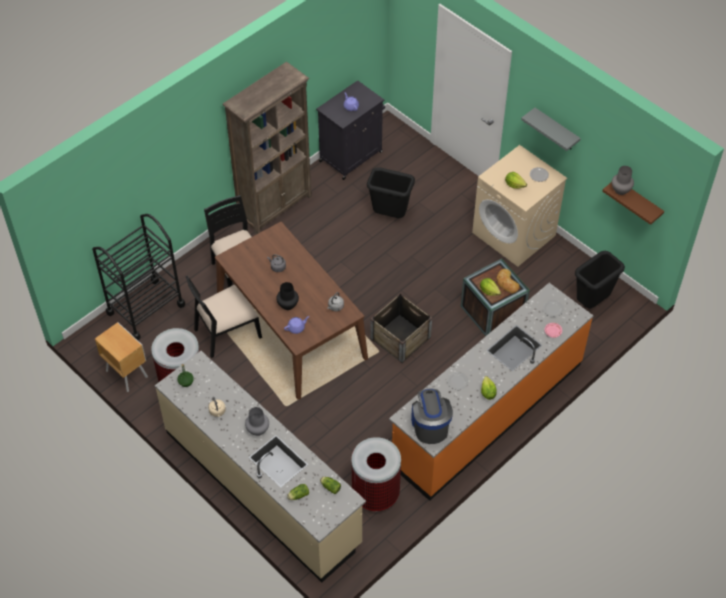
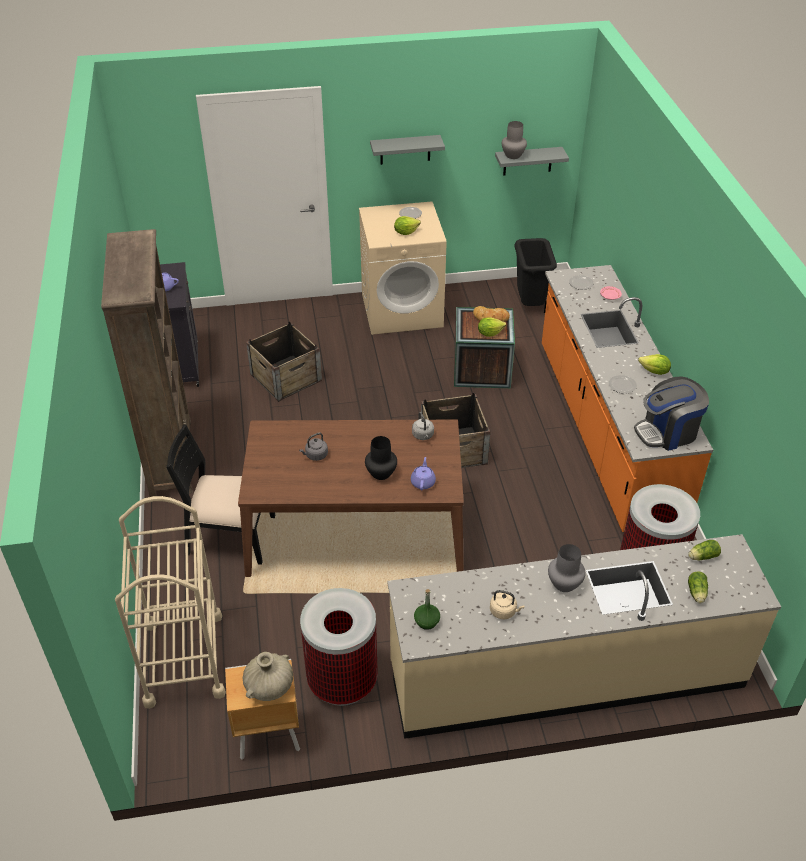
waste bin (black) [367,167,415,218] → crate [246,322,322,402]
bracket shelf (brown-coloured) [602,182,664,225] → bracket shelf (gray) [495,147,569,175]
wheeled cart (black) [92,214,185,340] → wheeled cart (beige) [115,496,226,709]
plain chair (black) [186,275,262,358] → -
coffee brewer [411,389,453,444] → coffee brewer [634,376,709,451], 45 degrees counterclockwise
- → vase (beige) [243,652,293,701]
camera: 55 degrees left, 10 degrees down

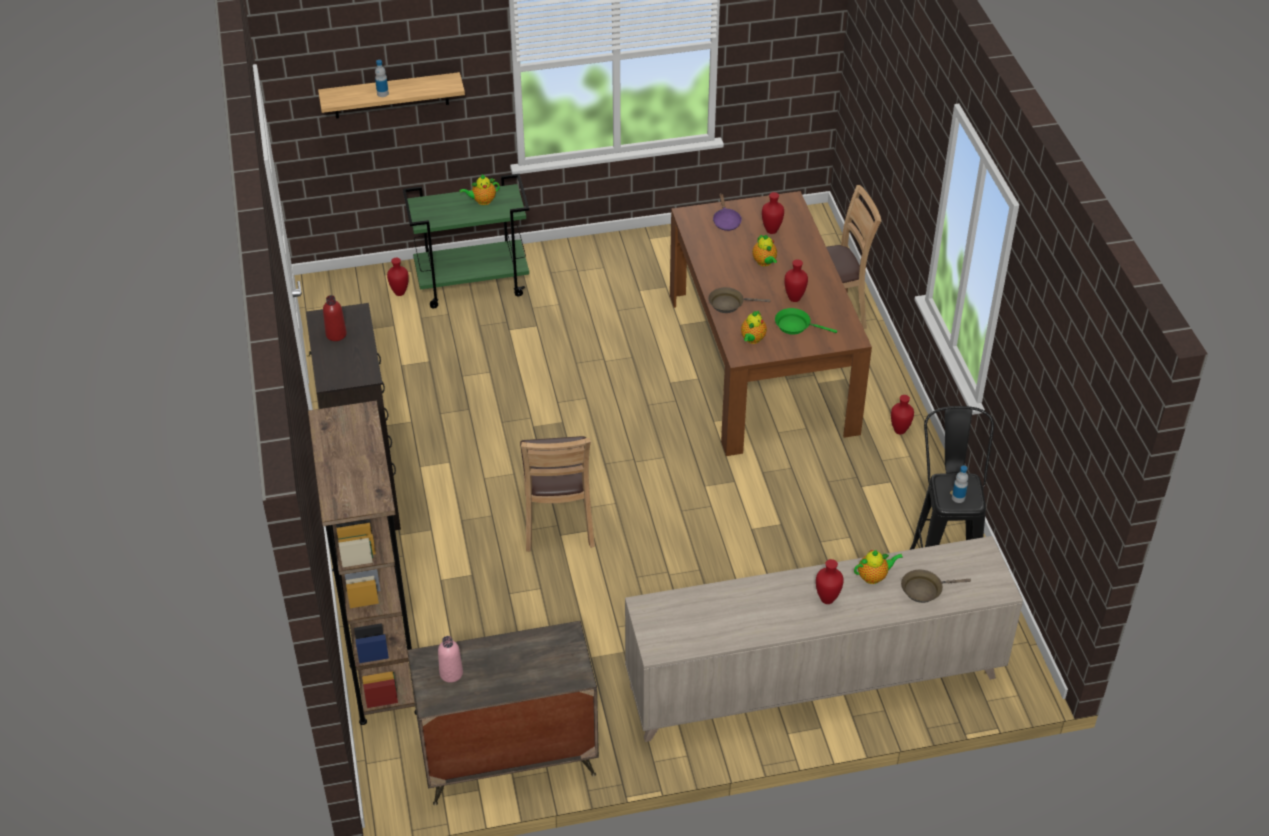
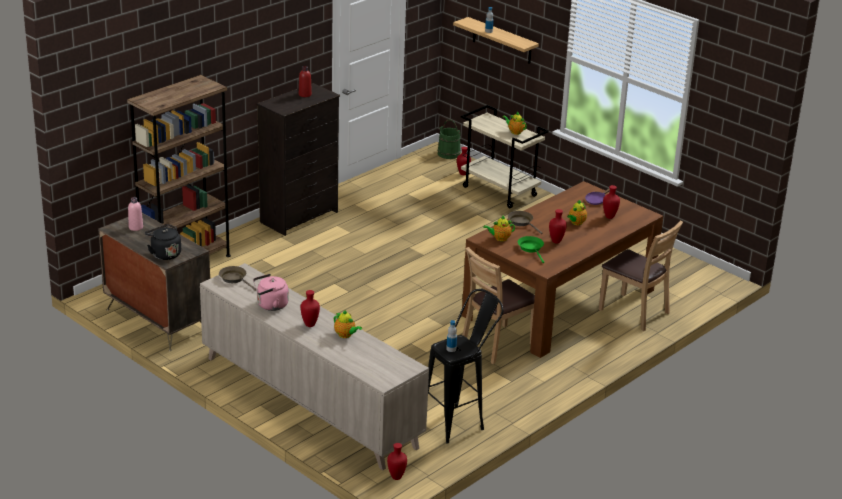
wheeled cart (green-coloured) [403,174,529,308] → wheeled cart (beige) [461,105,549,208]
vase (reddish) [891,395,914,434] → vase (reddish) [387,443,407,480], relocated
plain chair (brown-coloured) [520,436,595,552] → plain chair (brown-coloured) [462,247,535,364], relocated
skillet (brown-coloured) [901,569,971,603] → skillet (brown-coloured) [219,266,256,291], relocated
- → pail (green-coloured) [438,119,461,159]
- → tea kettle (black) [145,224,181,260]
- → tea kettle (pinkish) [253,274,289,311]
camera: 55 degrees right, 15 degrees down

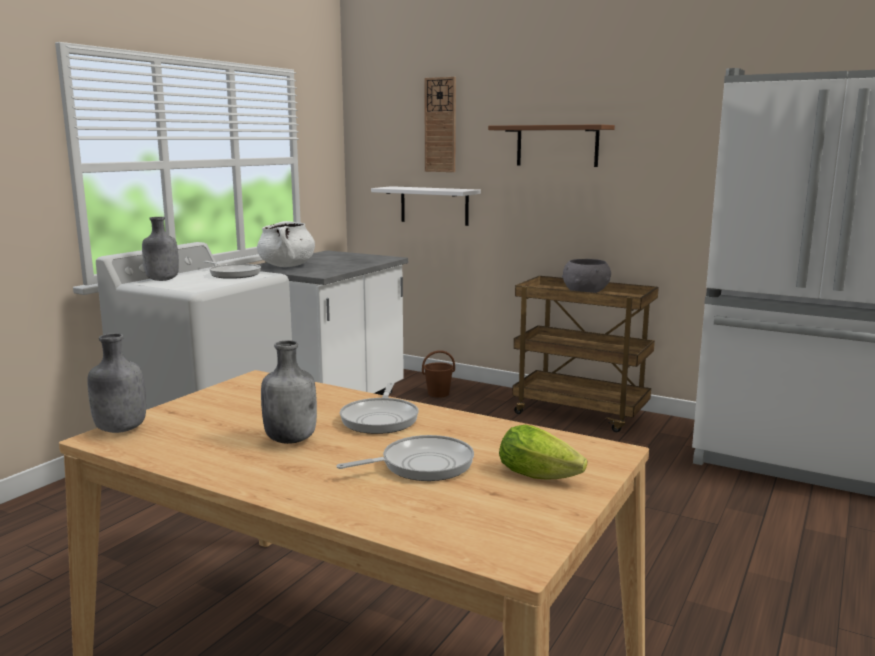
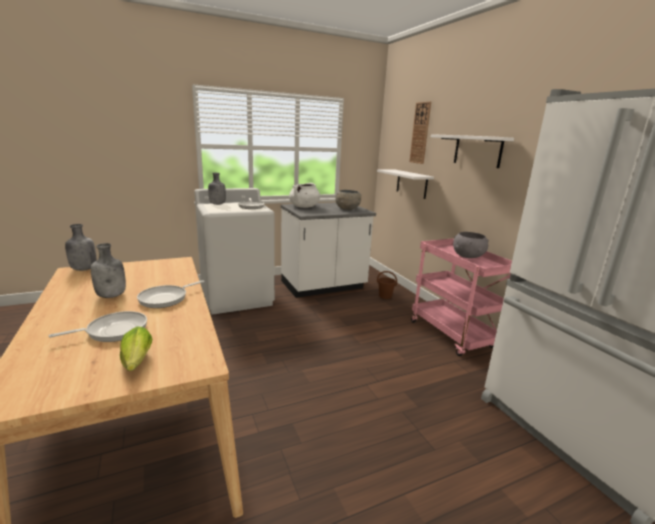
bracket shelf (brown-coloured) [488,124,615,167] → bracket shelf (whitish) [431,134,514,168]
wheeled cart (brown-coloured) [512,276,659,432] → wheeled cart (pinkish) [411,238,512,356]
skillet [336,435,474,481] → skillet [49,311,147,342], 45 degrees counterclockwise
- → deep dish (gray) [335,190,361,210]
camera: 35 degrees right, 5 degrees up

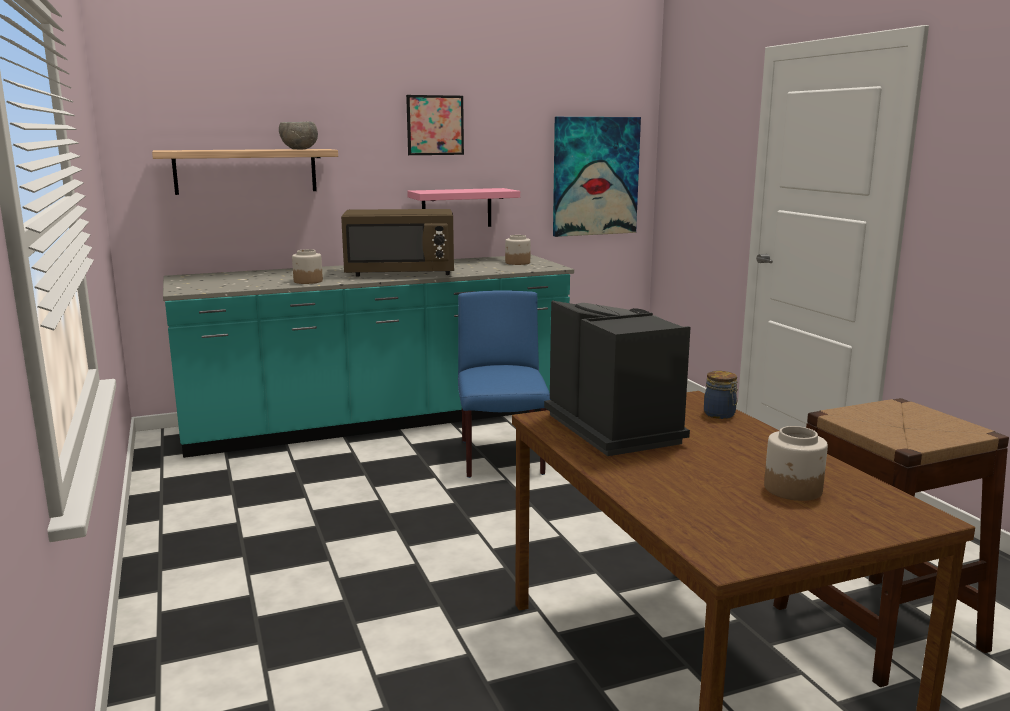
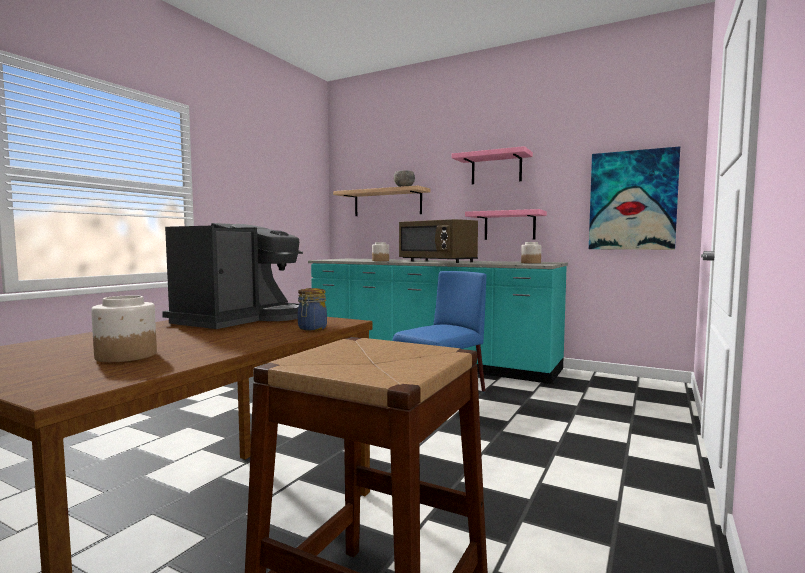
wall art [406,95,464,155] → bracket shelf (pinkish) [452,146,533,184]
camera: 50 degrees right, 10 degrees down

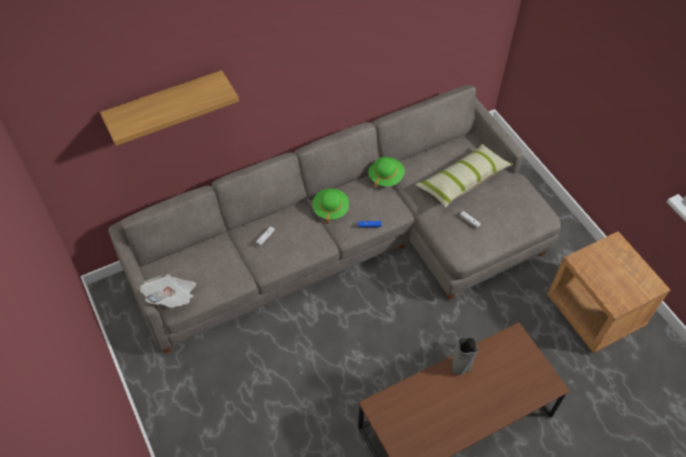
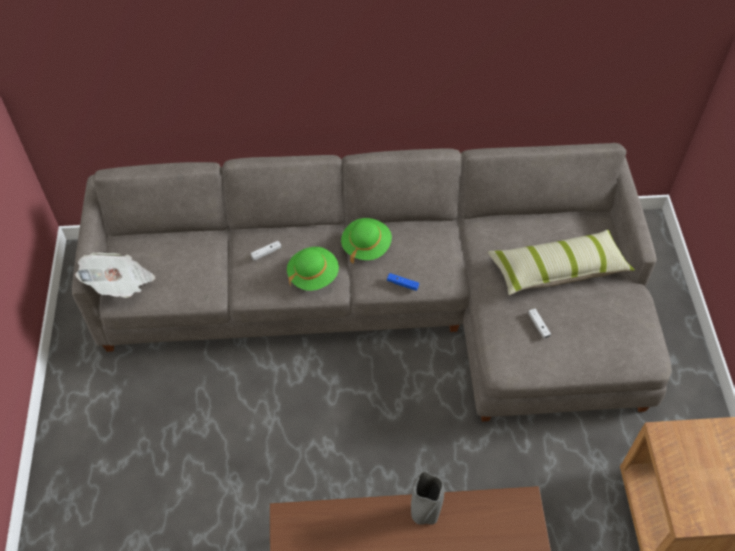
bracket shelf [100,70,239,146] → -
clothing hat (green-coloured) [368,157,405,189] → clothing hat (green-coloured) [287,247,339,291], relocated
camera: 25 degrees right, 0 degrees up

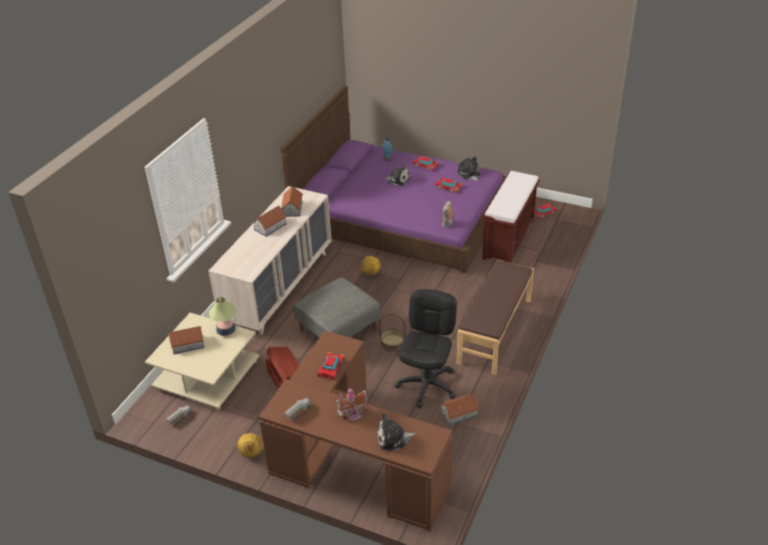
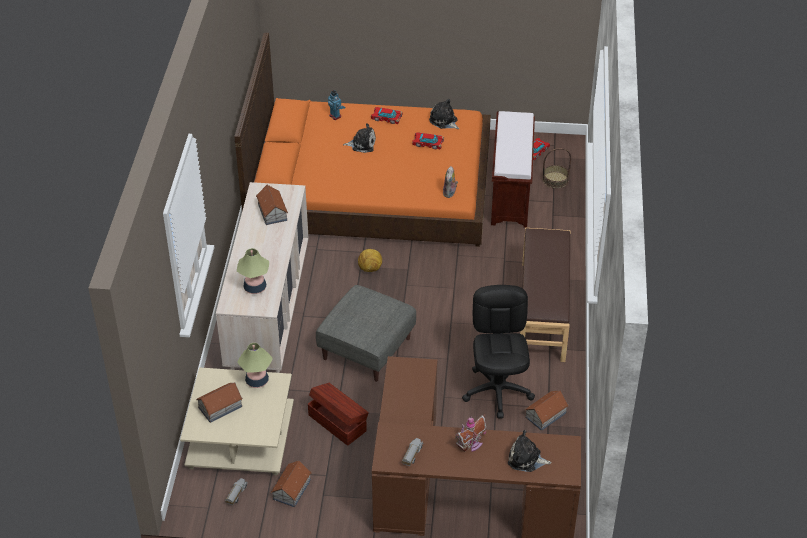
sleeping bed (purplish) [281,86,506,273] → sleeping bed (orange-coloured) [234,33,491,247]
toy house [252,206,287,237] → toy house [271,460,312,507], relocated
storage basket [379,314,406,352] → storage basket [542,148,571,189], relocated
model car [317,352,345,380] → -
plush toy [377,413,416,451] → plush toy [508,430,552,472], 45 degrees clockwise
football ball [237,433,263,458] → -
- → tabletop lamp [237,248,269,294]
camera: 20 degrees left, 5 degrees up

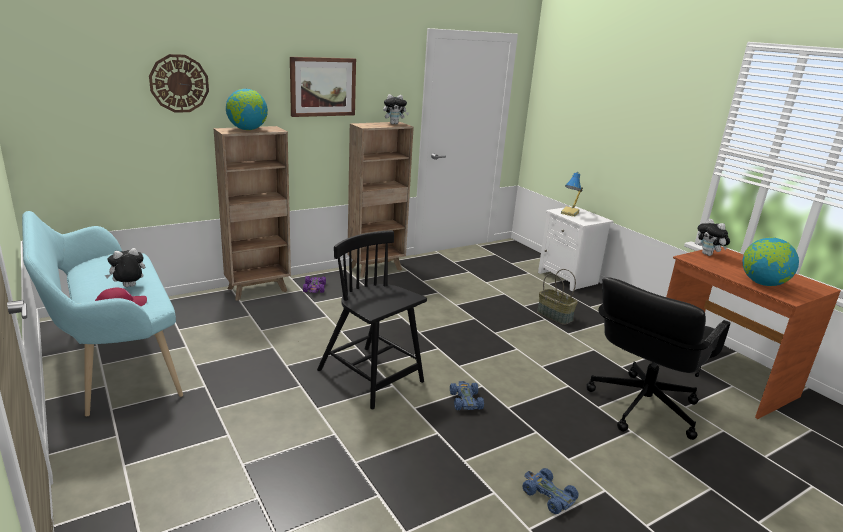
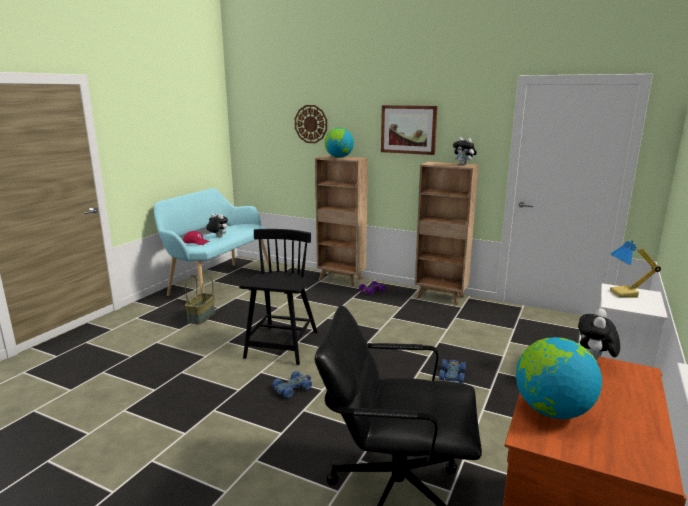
storage basket [537,269,578,325] → storage basket [185,275,215,324], relocated
model car (blue) [523,468,579,514] → model car (blue) [439,359,466,383], relocated
camera: 60 degrees right, 5 degrees down

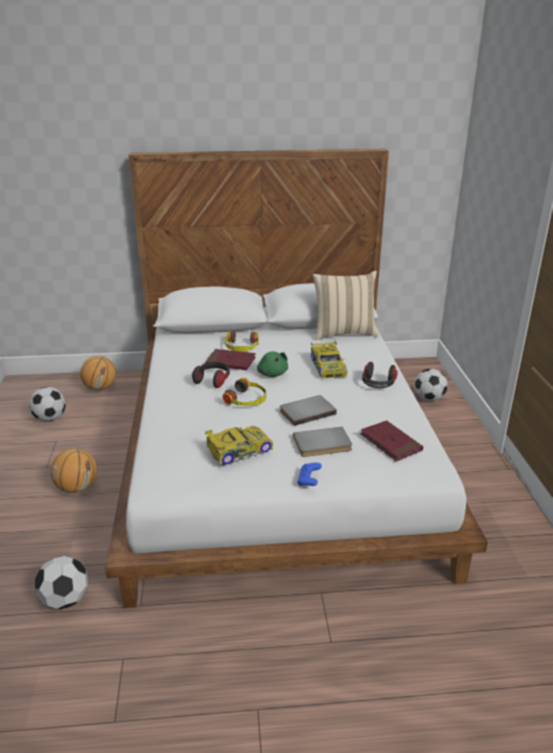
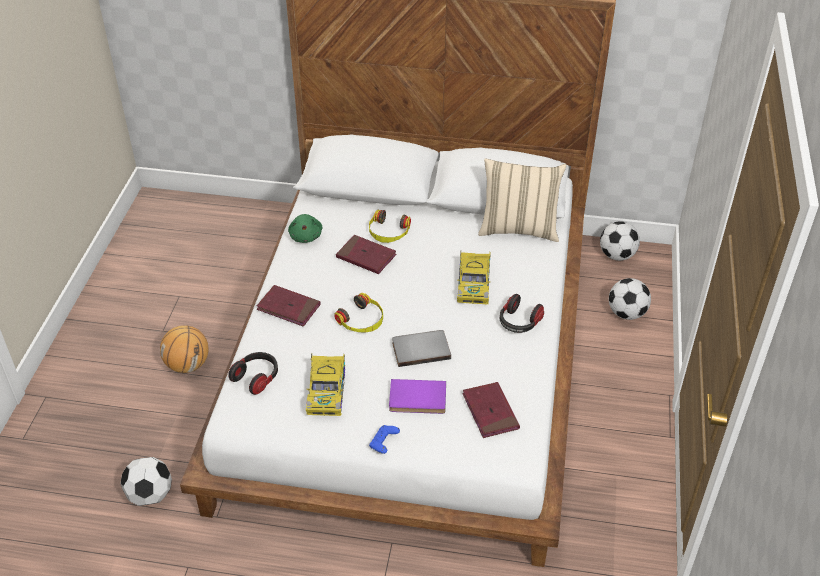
plush toy (green-coloured) [257,351,288,377] → plush toy (green-coloured) [288,214,323,243], relocated
basketball ball [80,356,116,390] → -
pair of headphones [192,362,230,388] → pair of headphones [228,352,278,395], relocated
football ball [29,387,66,421] → football ball [600,221,640,261], relocated
model car [205,426,273,466] → model car [306,354,345,416], 105 degrees clockwise
book (gray) [293,427,352,457] → book (purplish) [389,379,446,414]
- → book (reddish) [257,285,321,327]
camera: 15 degrees right, 15 degrees up

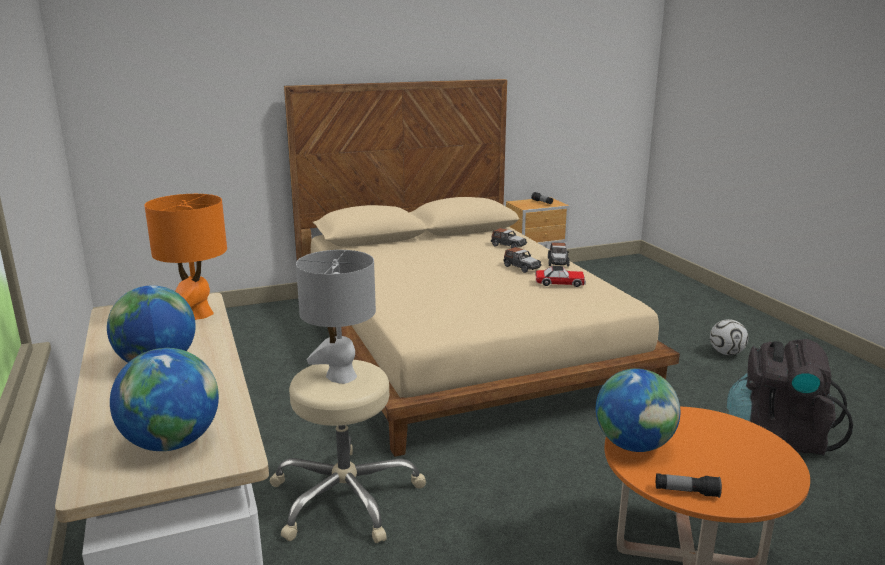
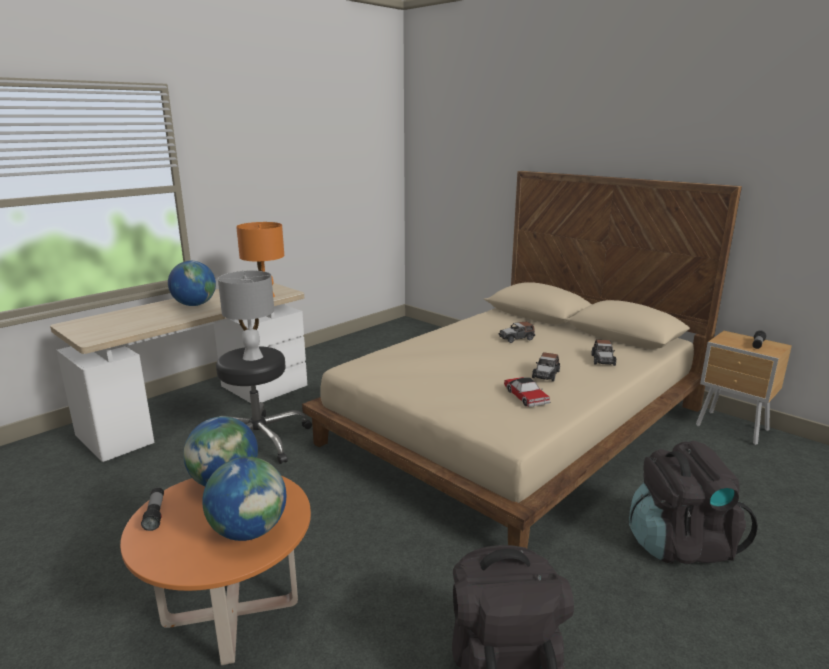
model car [548,243,570,267] → model car [499,321,535,343], relocated
football ball [710,319,748,355] → -
desk globe [110,348,219,451] → desk globe [202,457,286,541], relocated
stool (beige) [270,360,426,543] → stool (black) [216,346,312,464]
- → rucksack (black) [629,441,758,564]
camera: 65 degrees right, 0 degrees up

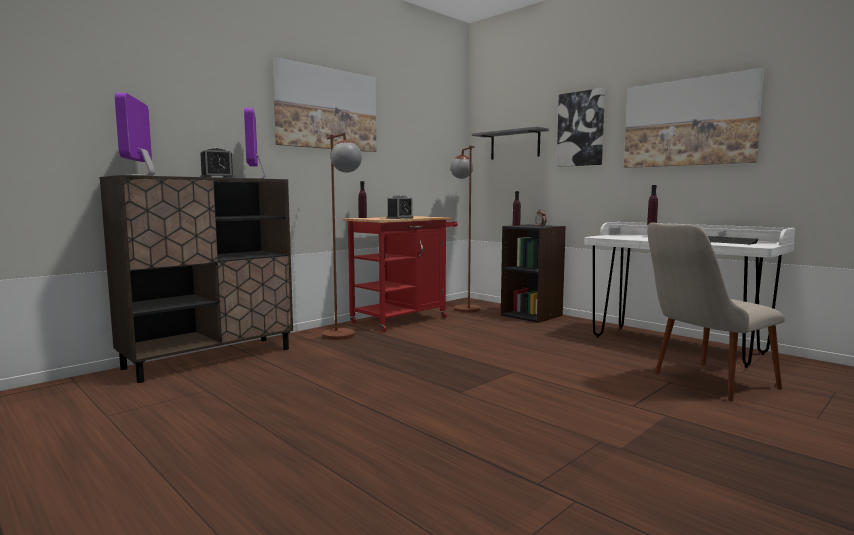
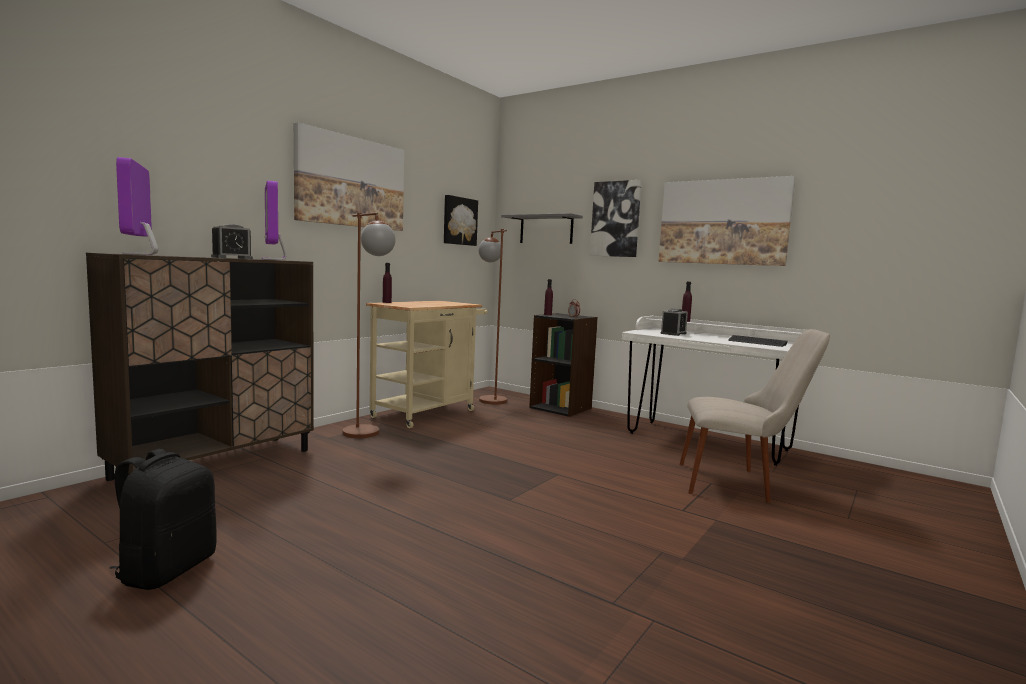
bedside clock [387,196,413,219] → bedside clock [661,309,688,336], relocated
wheeled cart (reddish) [343,216,458,332] → wheeled cart (beige) [366,301,488,428]
plain chair (beige) [647,223,785,401] → plain chair (beige) [680,329,830,503], 135 degrees counterclockwise
- → wall art [444,195,478,246]
- → rucksack (black) [109,449,217,590]
camera: 10 degrees left, 0 degrees up

